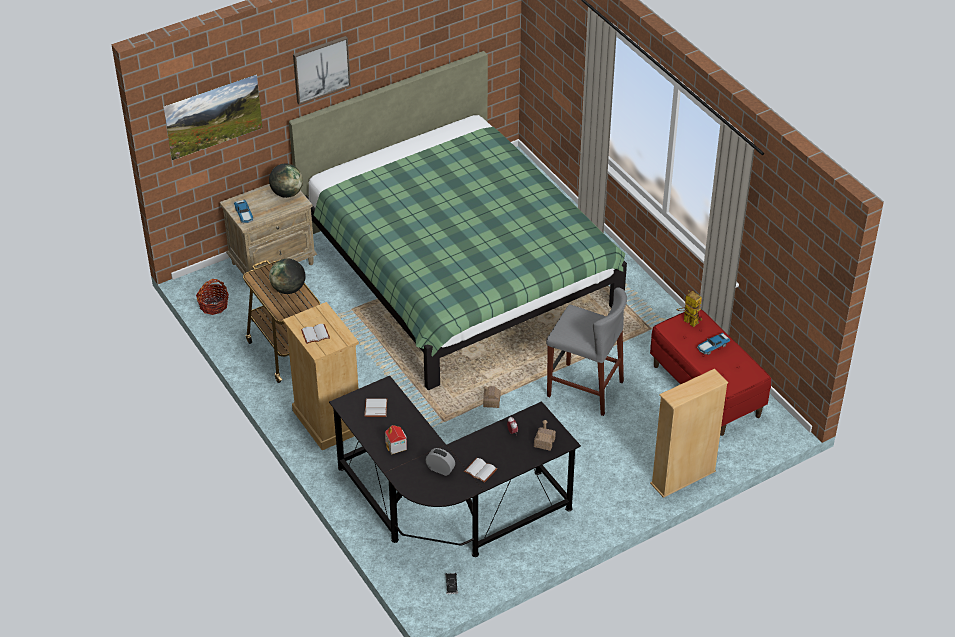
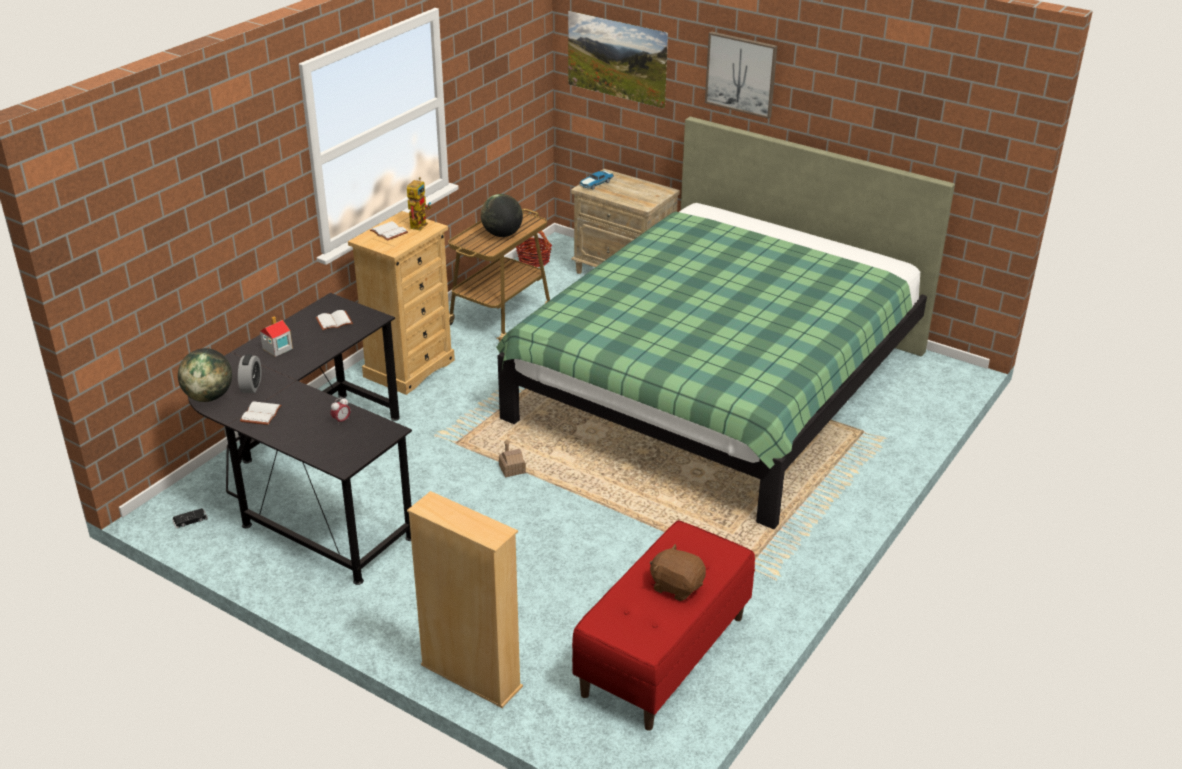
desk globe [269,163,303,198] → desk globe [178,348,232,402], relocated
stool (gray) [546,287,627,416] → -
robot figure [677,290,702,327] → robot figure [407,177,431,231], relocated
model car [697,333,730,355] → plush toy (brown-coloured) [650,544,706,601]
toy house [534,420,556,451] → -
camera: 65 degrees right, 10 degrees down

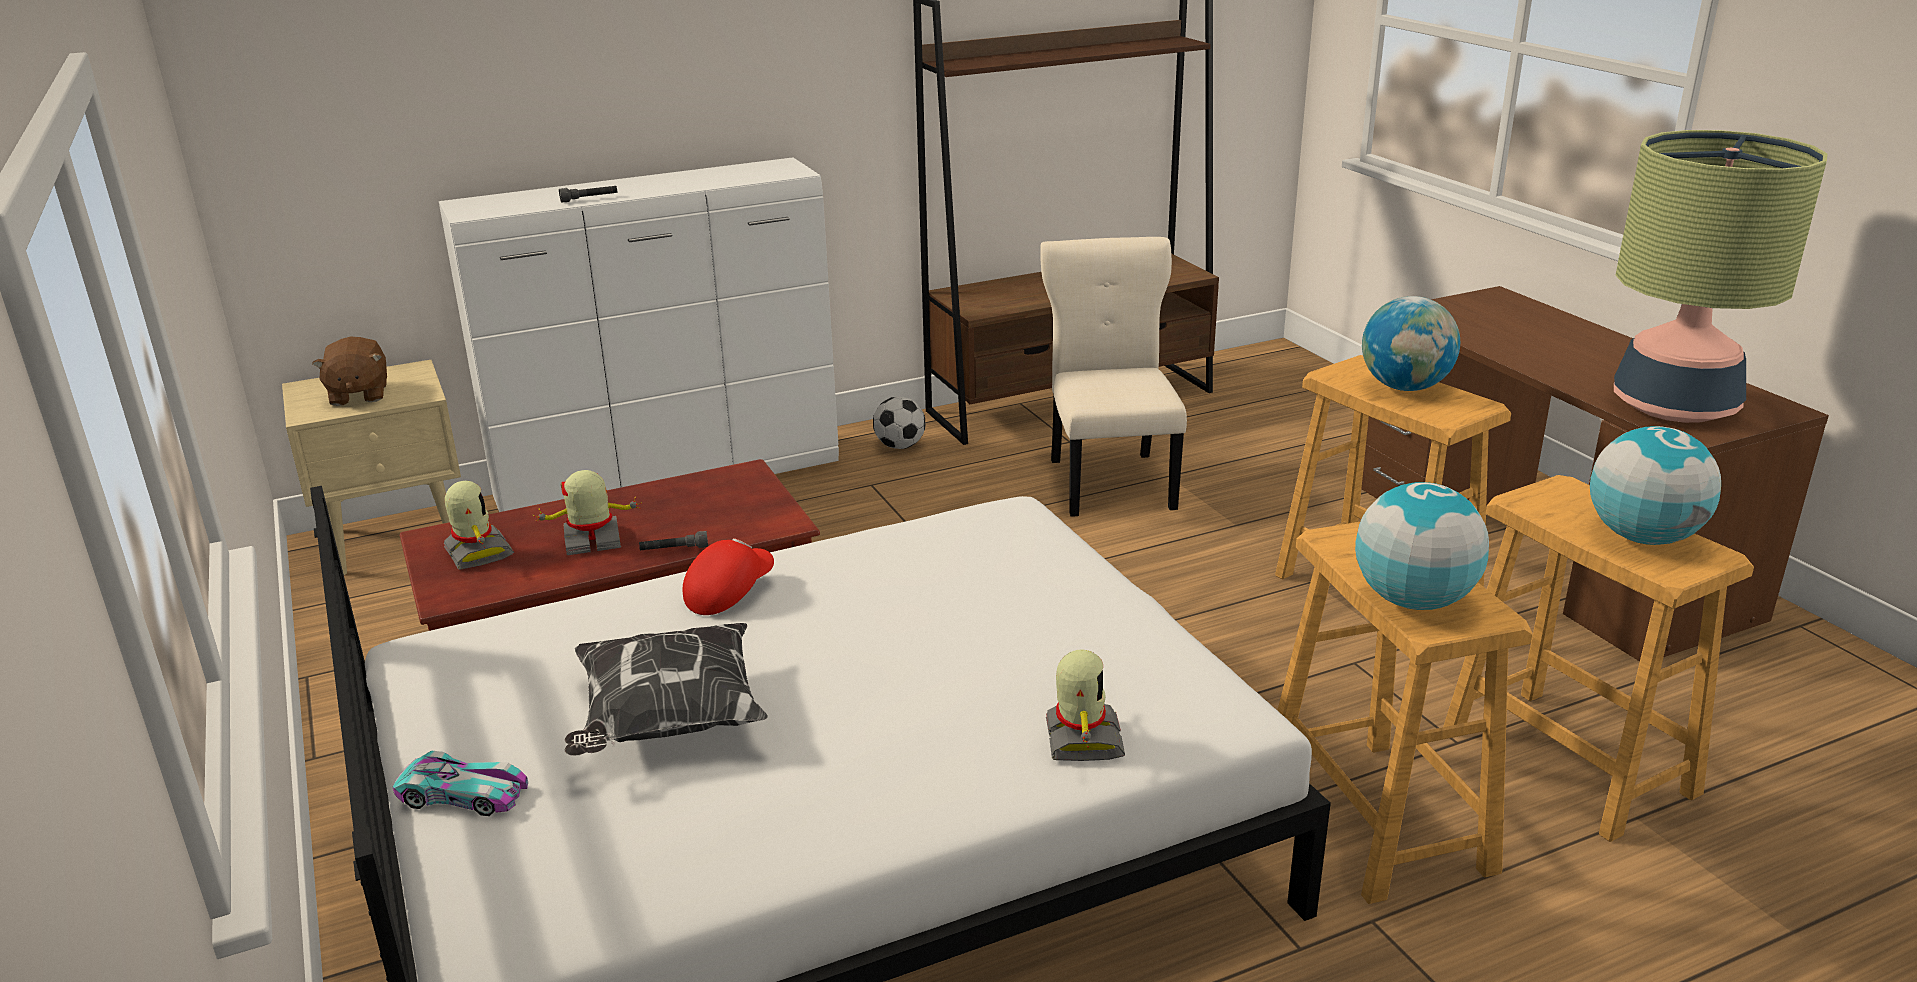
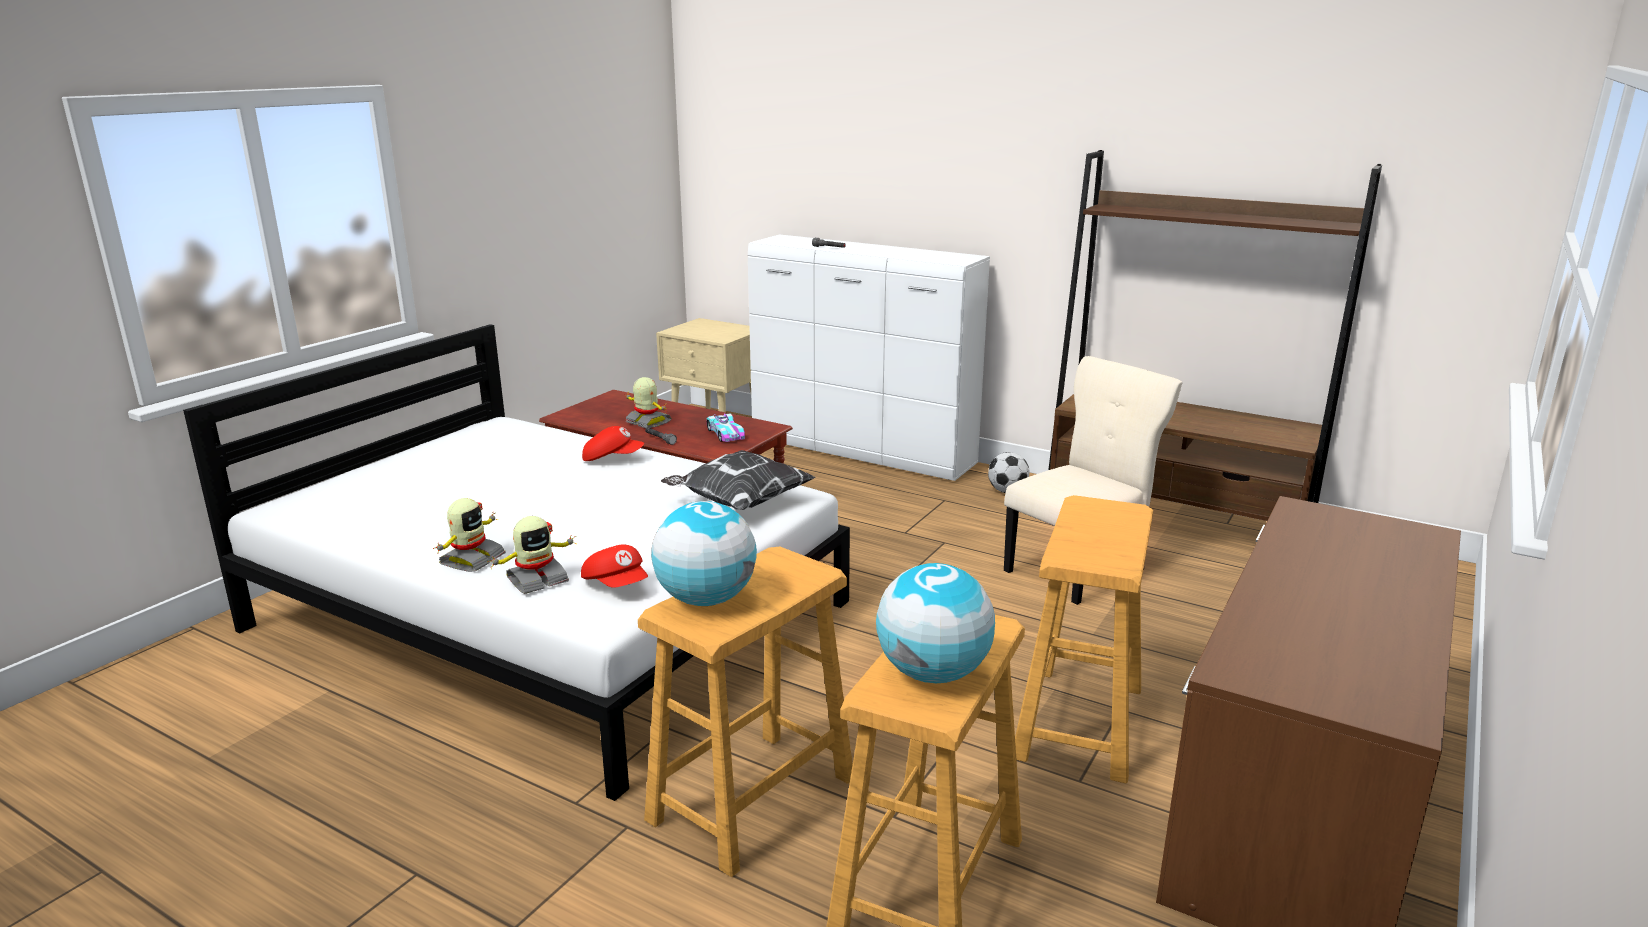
tabletop lamp [1614,130,1828,423] → -
desk globe [1362,296,1460,391] → -
plush toy (brown-coloured) [312,337,387,406] → -
robot figure [444,481,514,570] → robot figure [433,498,506,572], relocated
pillow [564,623,768,756] → pillow [661,450,816,510], relocated
model car [392,750,528,816] → model car [707,413,745,442], relocated
- → cap (reddish) [581,545,648,588]
camera: 55 degrees right, 5 degrees down

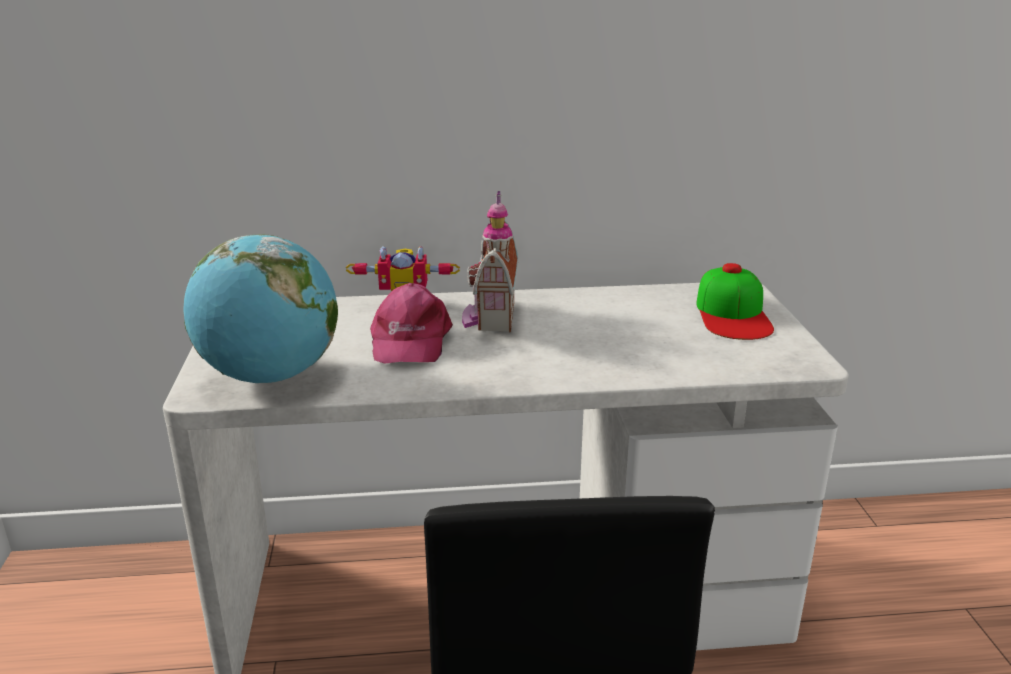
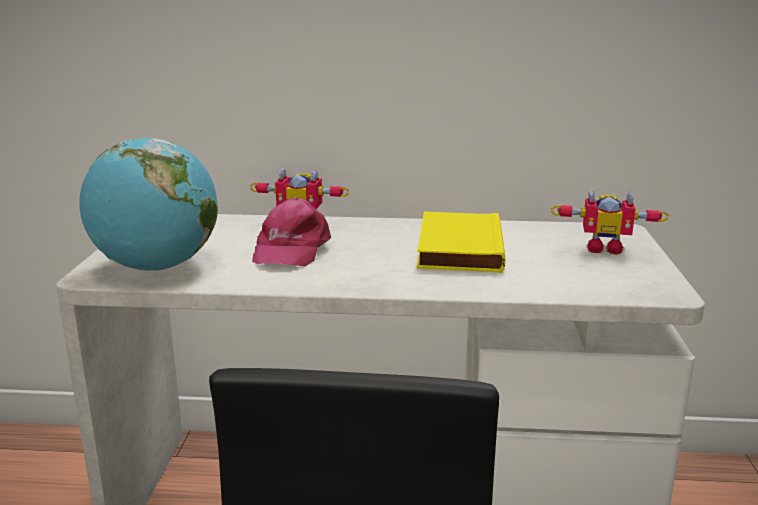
toy house [462,191,518,333] → -
cap [696,263,774,340] → robot figure [551,190,669,255]
- → book (yellowish) [417,211,505,273]
camera: 10 degrees right, 5 degrees down

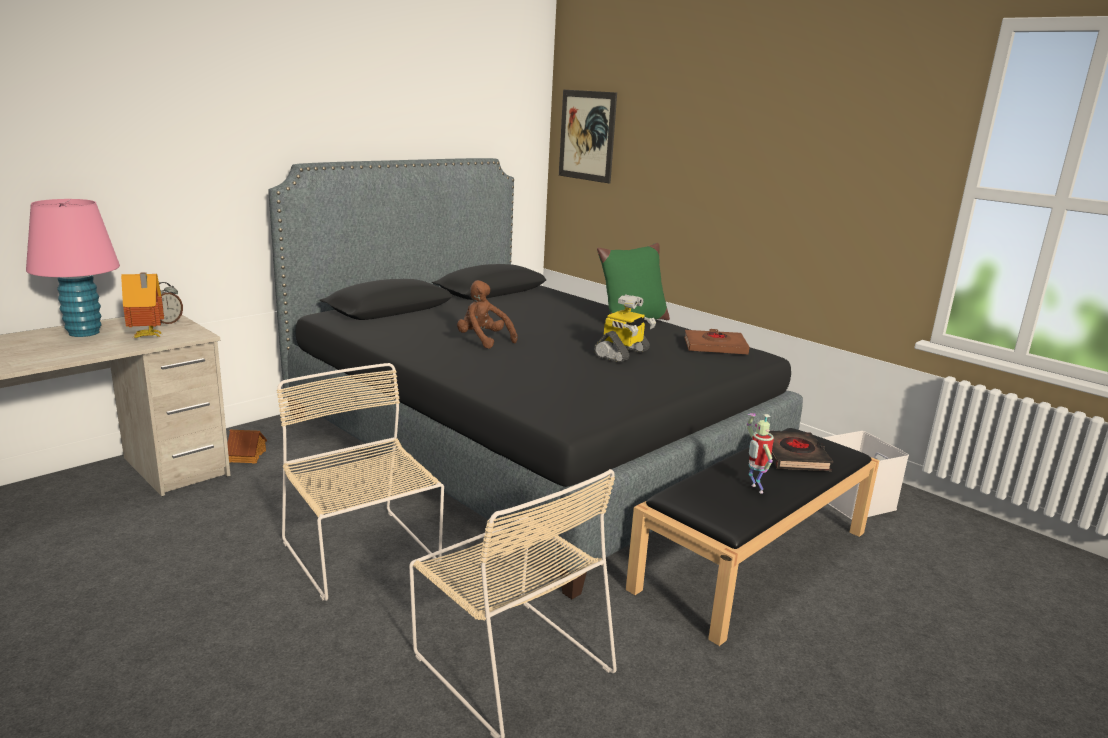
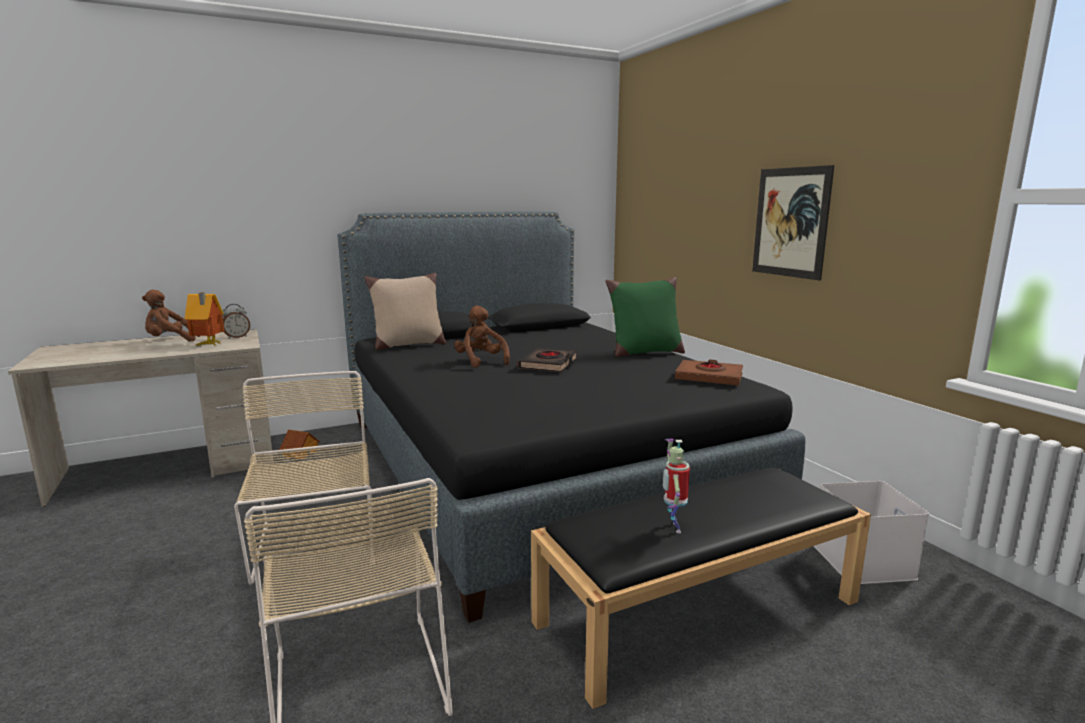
wall art [559,90,617,184] → wall art [752,165,834,281], relocated
tabletop lamp (pinkish) [26,199,120,337] → plush toy (brown-coloured) [142,290,200,342]
robot figure [594,294,656,363] → -
book (black) [769,431,833,471] → book (black) [518,348,577,372], relocated
- → pillow (beige) [364,273,446,350]
camera: 20 degrees right, 5 degrees down

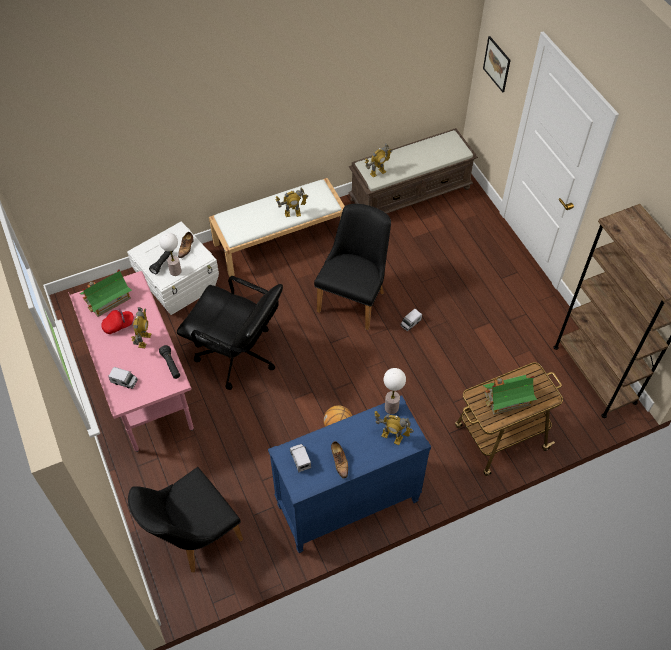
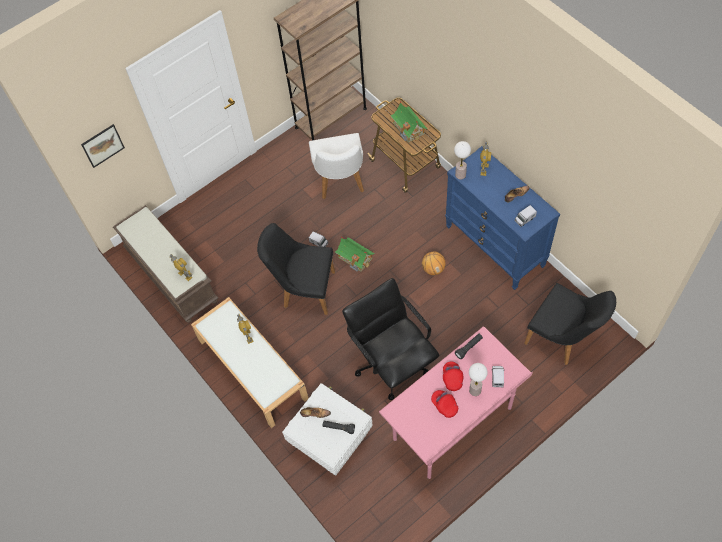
tabletop lamp [159,233,181,276] → tabletop lamp [469,363,488,396], relocated
toy house [80,269,132,317] → toy house [335,237,375,272], relocated
office chair (black) [177,276,283,390] → office chair (black) [342,278,439,400], 45 degrees counterclockwise
robot figure [131,307,151,348] → cap (reddish) [443,361,463,391]
- → plain chair (whitish) [309,133,364,199]
camera: 100 degrees left, 5 degrees up

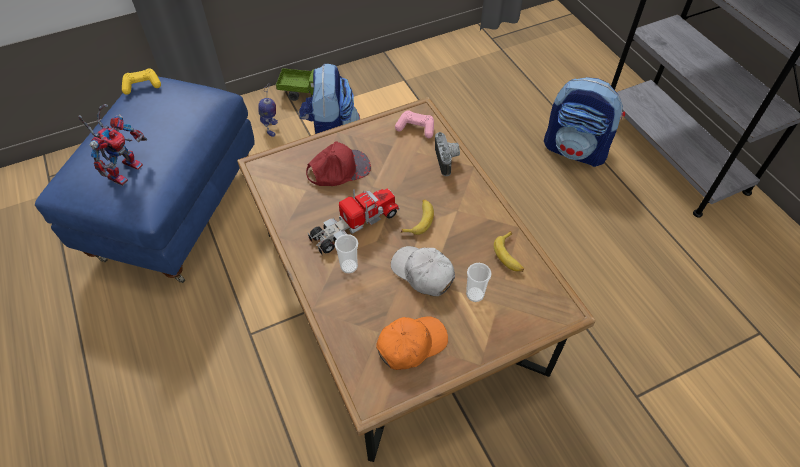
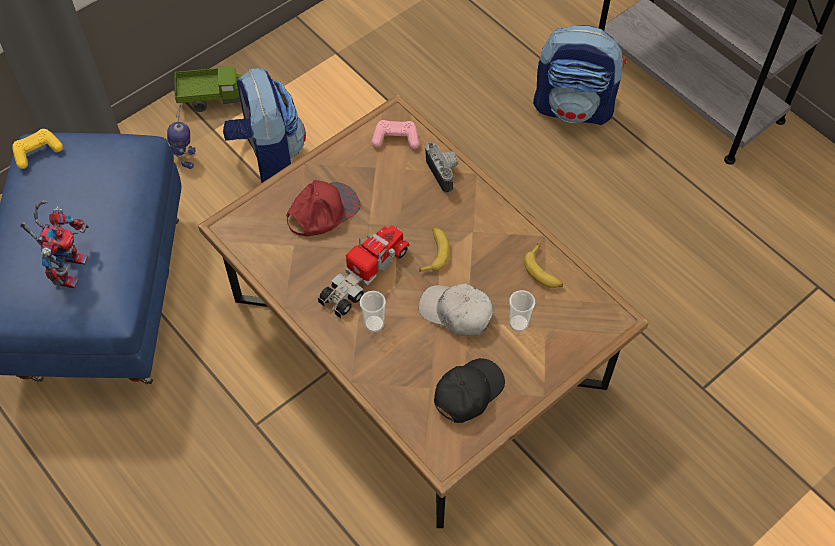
cap (orange-coloured) [376,316,448,370] → cap (black) [434,358,505,423]
camera: 15 degrees left, 5 degrees up

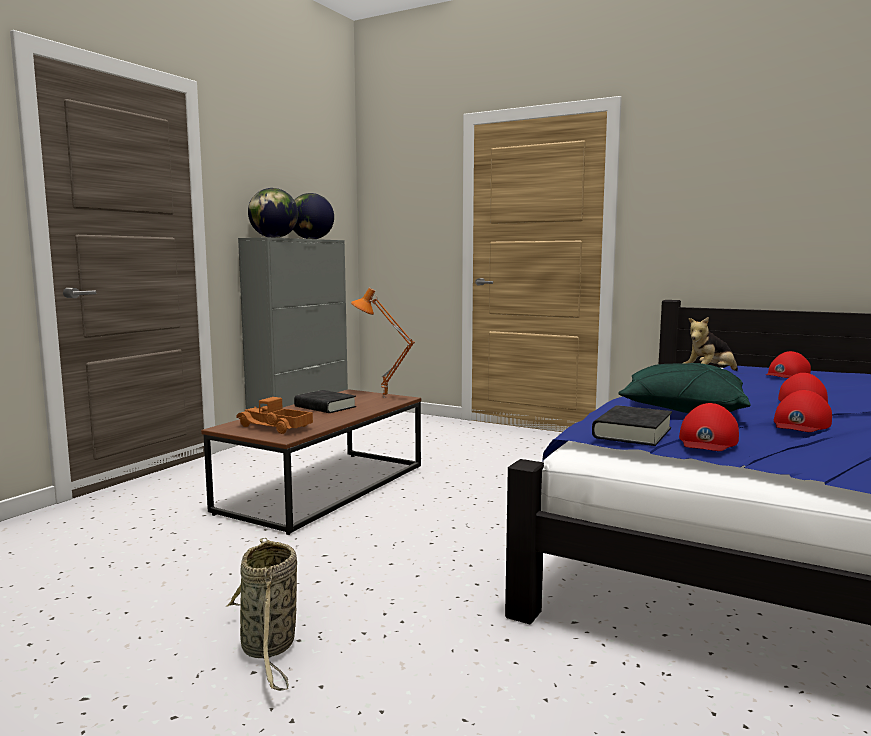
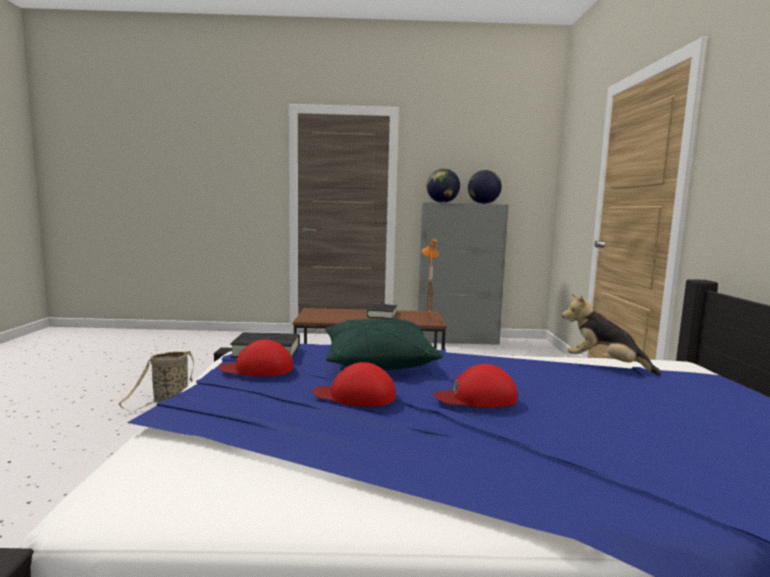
cap (reddish) [766,351,811,378] → -
toy lorry [236,397,313,434] → -
camera: 60 degrees right, 0 degrees up

